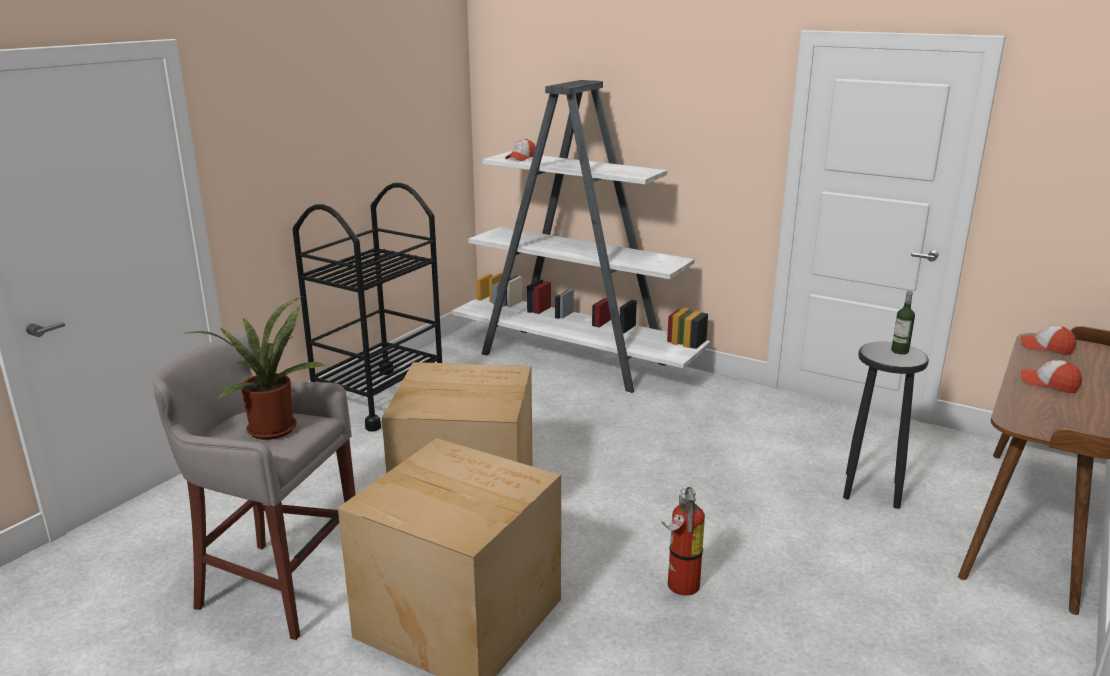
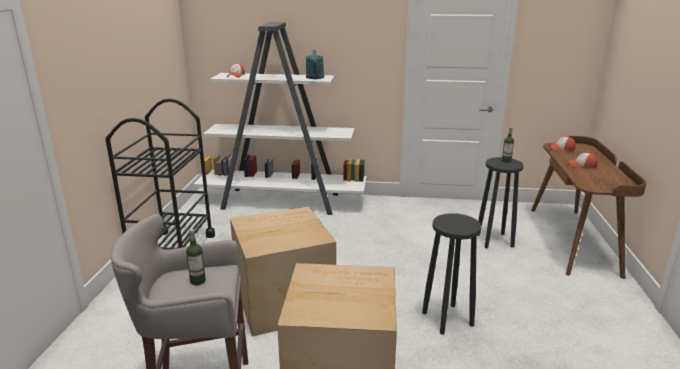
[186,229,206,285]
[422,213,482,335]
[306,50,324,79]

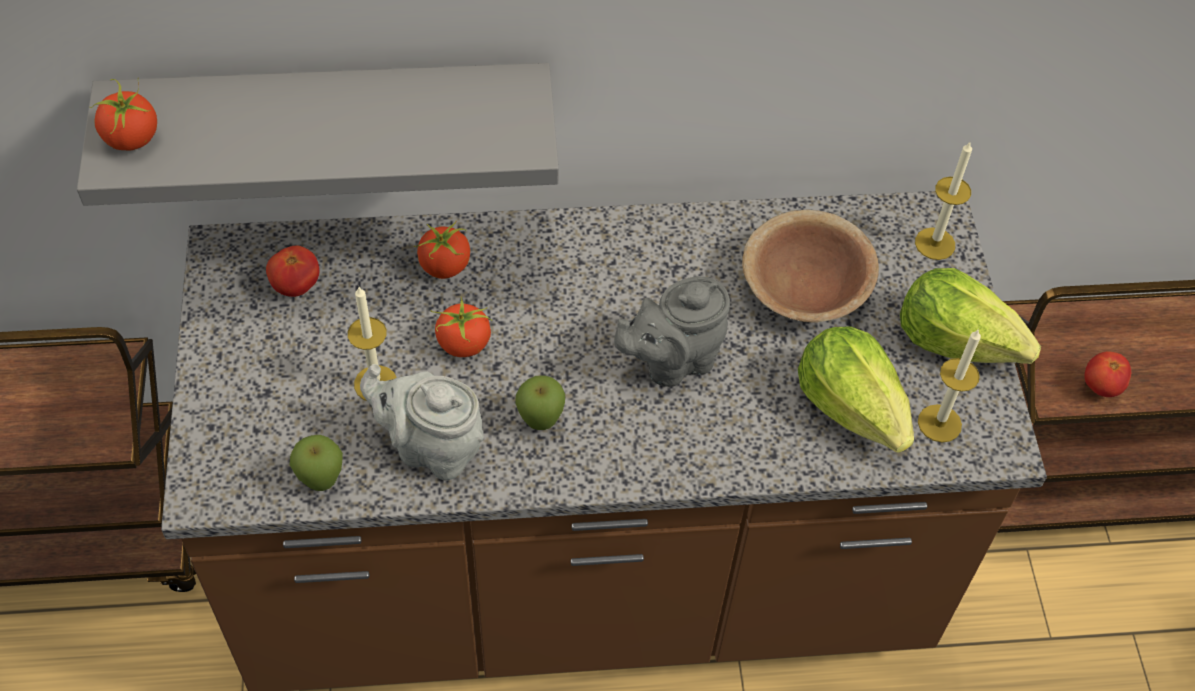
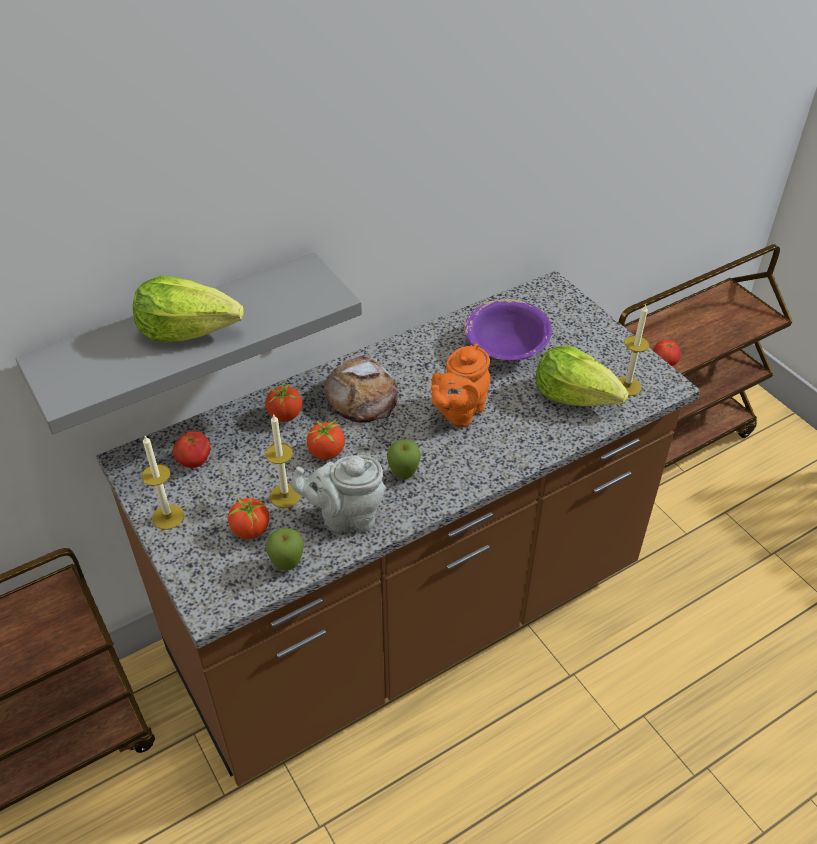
[227,488,269,539]
[142,436,184,530]
[464,299,552,361]
[133,276,244,342]
[431,344,490,428]
[324,354,399,423]

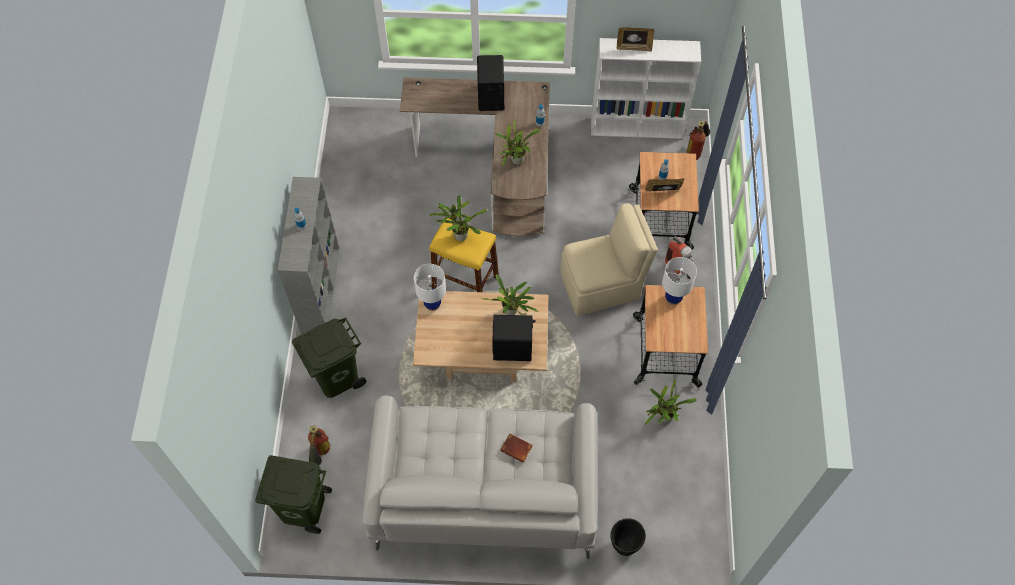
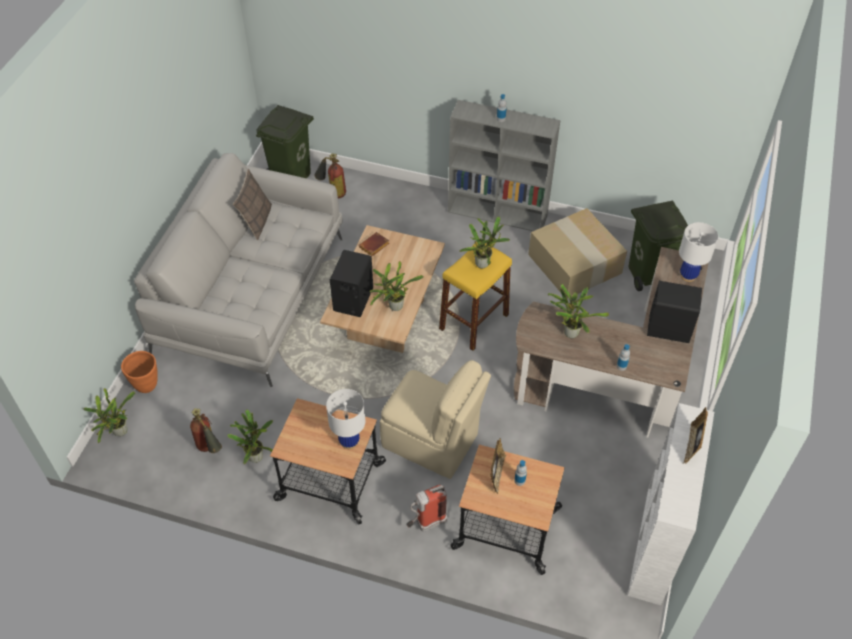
[190,408,222,453]
[380,360,491,479]
[679,222,718,282]
[628,201,688,291]
[359,232,389,256]
[121,351,158,393]
[233,169,272,240]
[528,208,627,299]
[83,388,135,443]

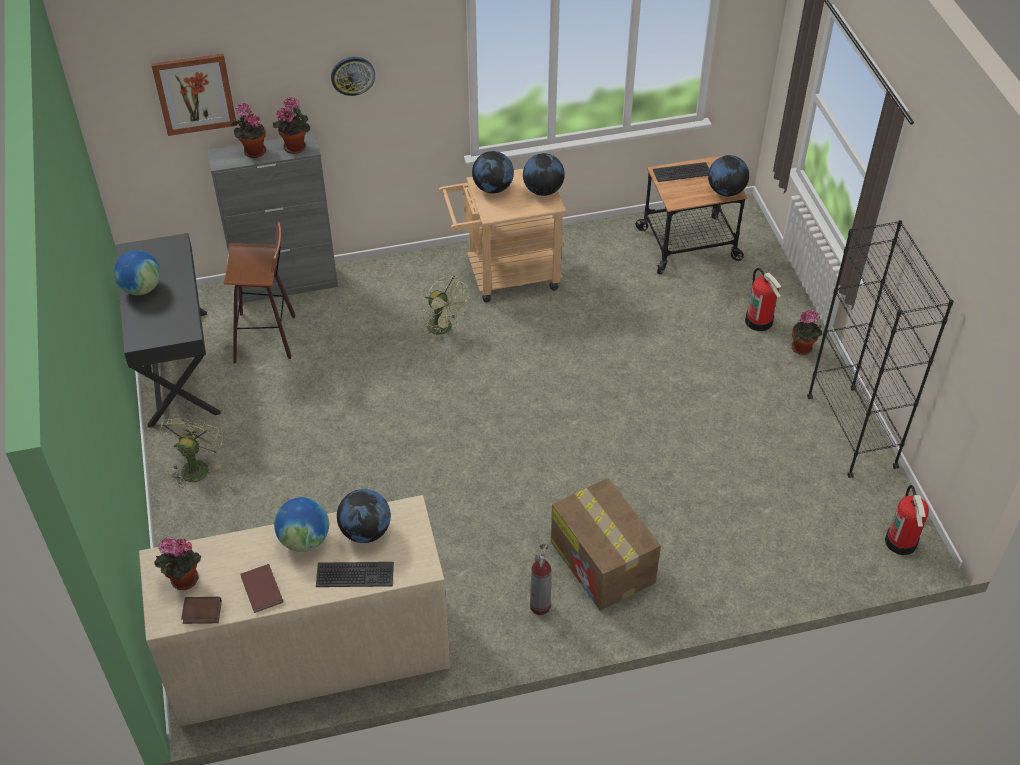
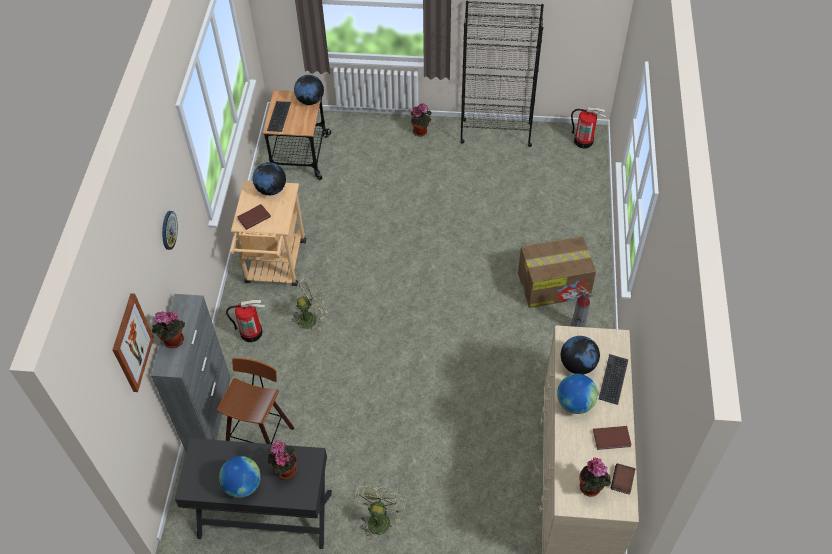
[268,440,297,480]
[237,204,271,230]
[226,300,265,342]
[354,485,406,540]

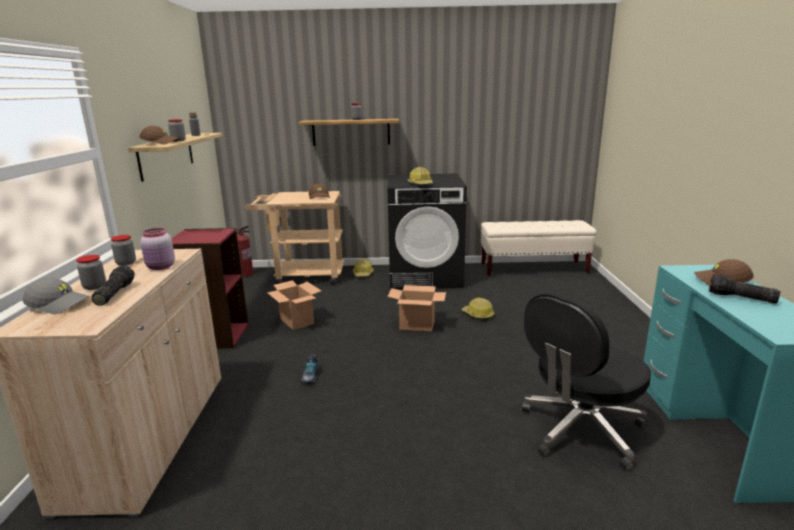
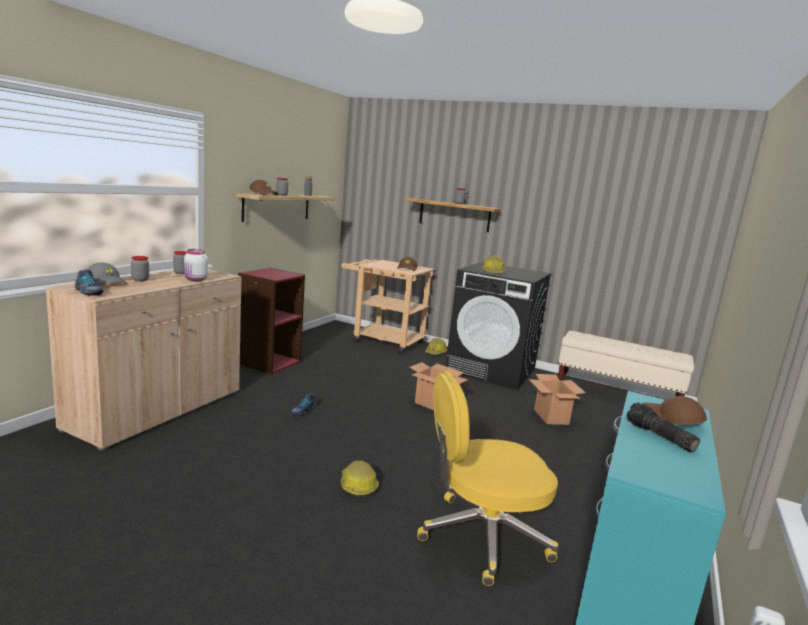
[237,226,253,277] (first image)
[184,249,208,281]
[91,265,135,306] (first image)
[529,374,586,425]
[417,371,559,586]
[341,460,379,497]
[75,269,104,296]

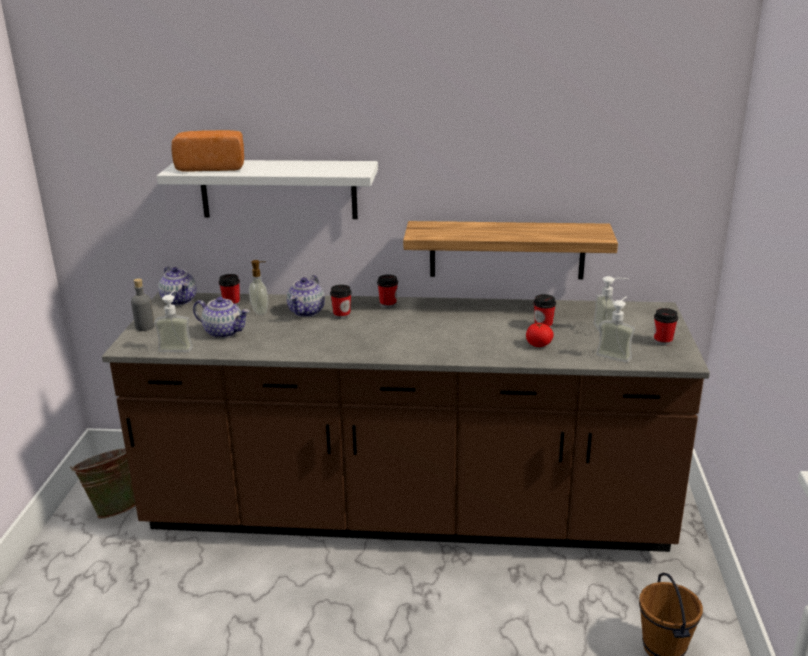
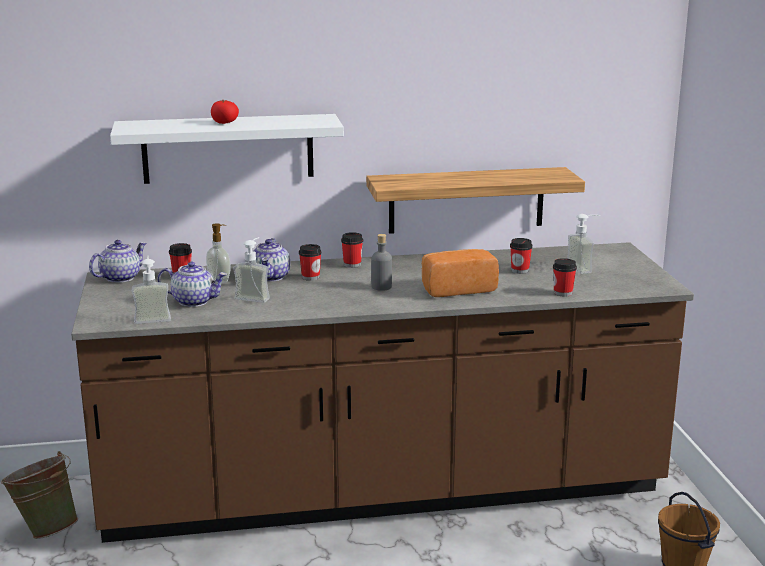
[422,249,499,297]
[89,240,147,283]
[371,234,392,291]
[233,237,270,303]
[553,258,577,297]
[211,100,239,124]

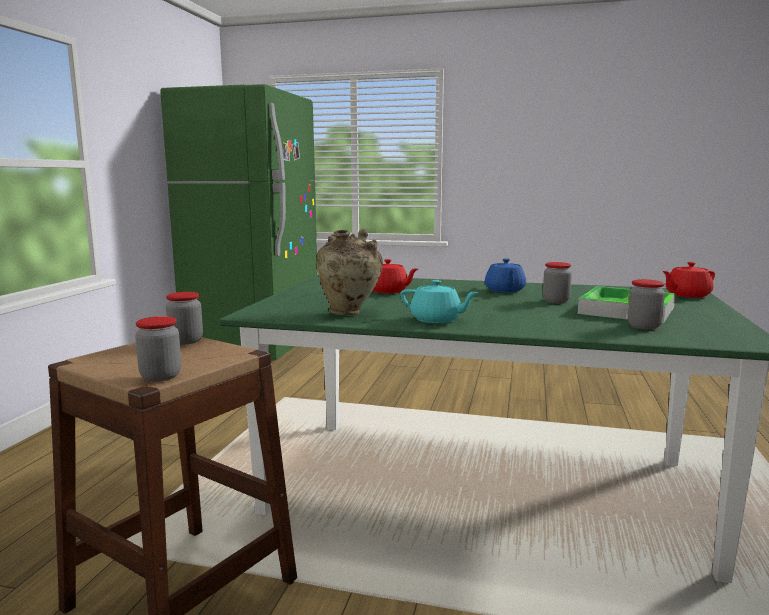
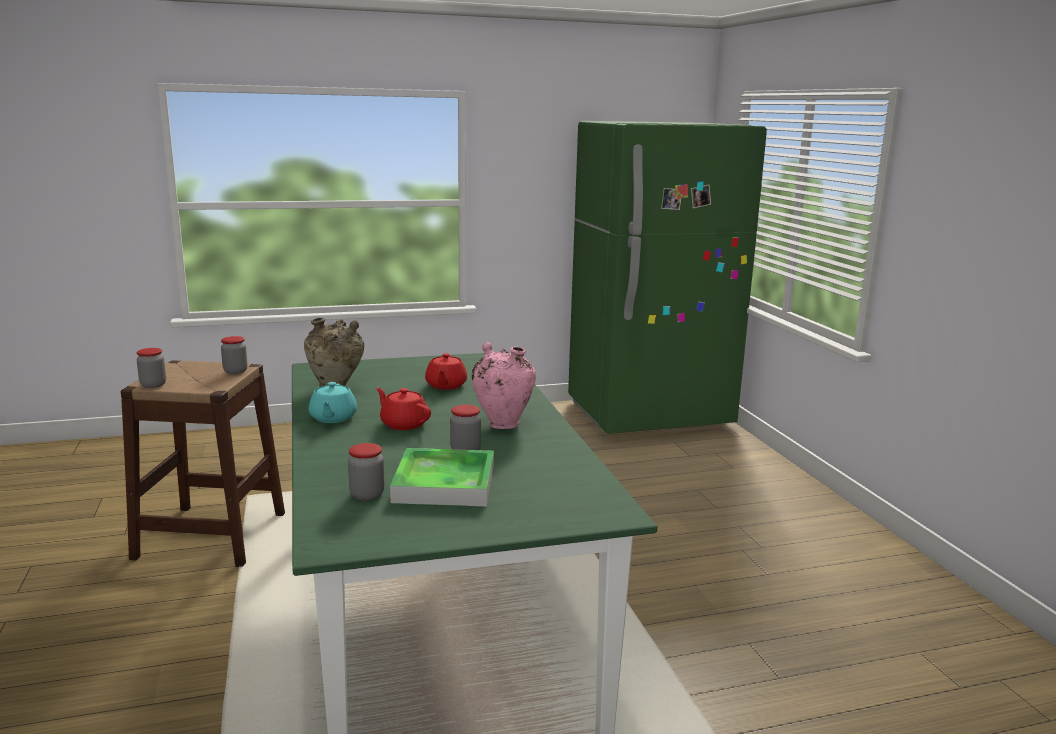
[472,342,536,429]
[376,388,431,430]

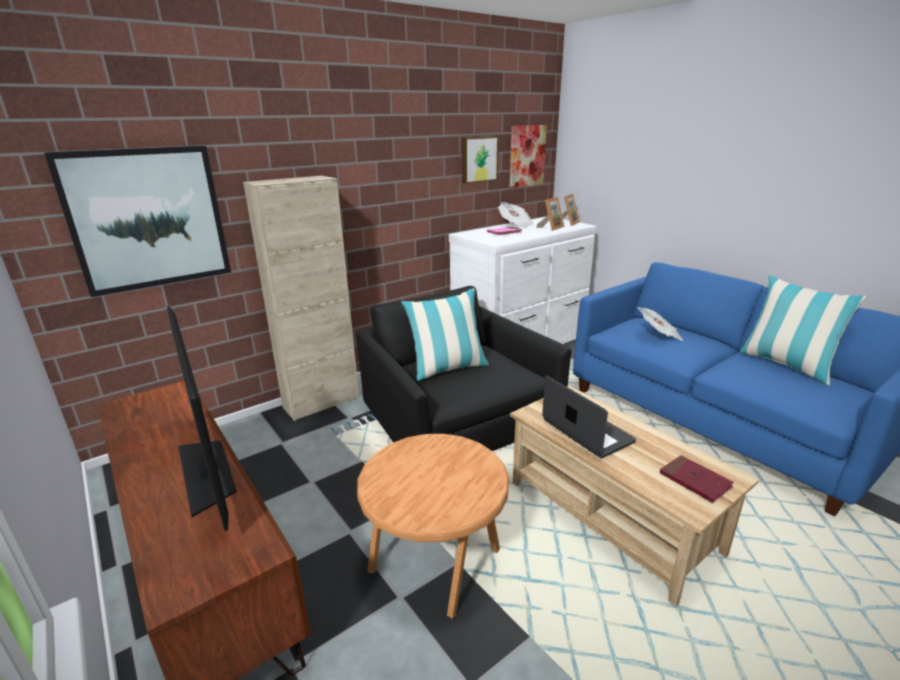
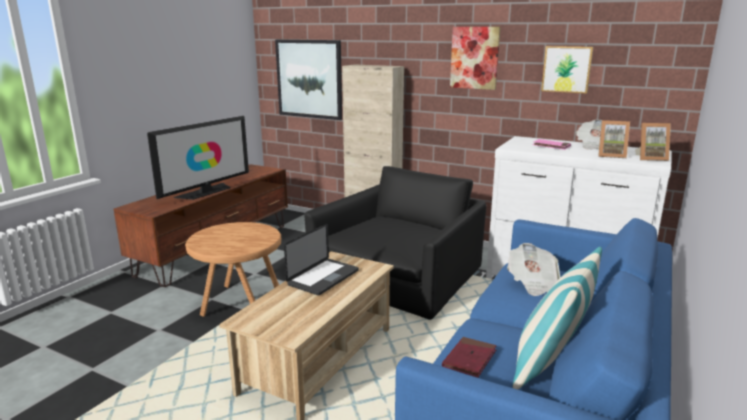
[450,27,501,90]
[401,288,489,381] (first image)
[442,337,497,378]

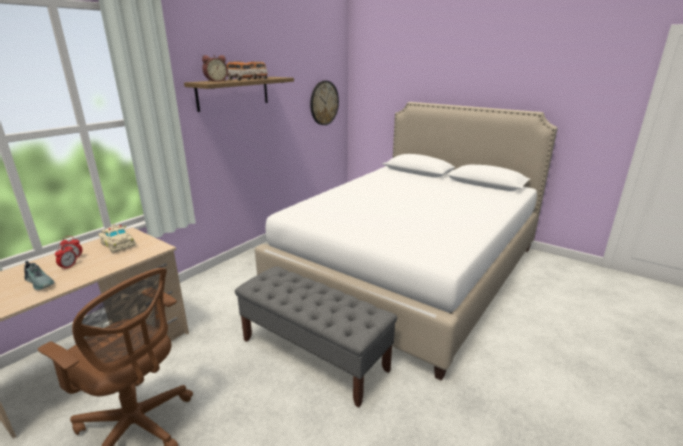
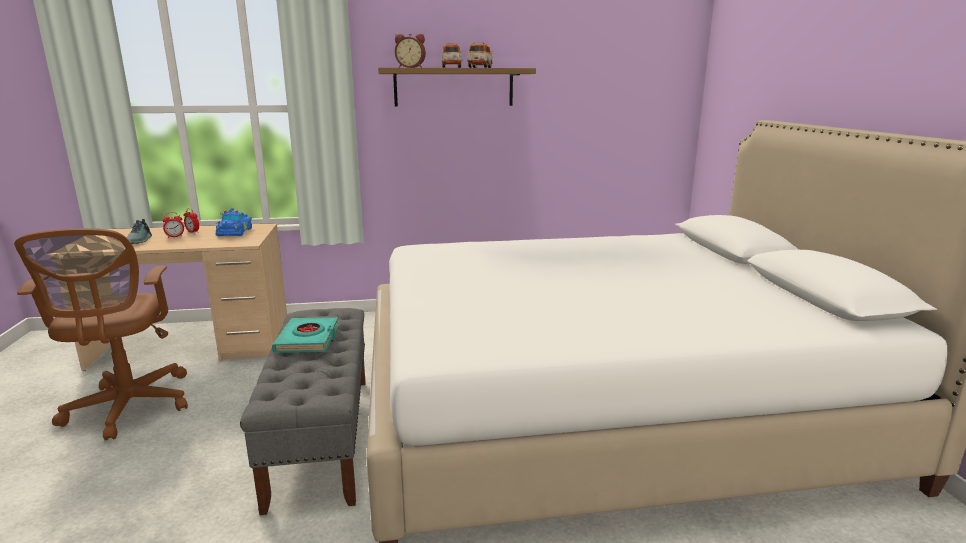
[310,81,339,125] (first image)
[216,209,252,236]
[272,317,339,353]

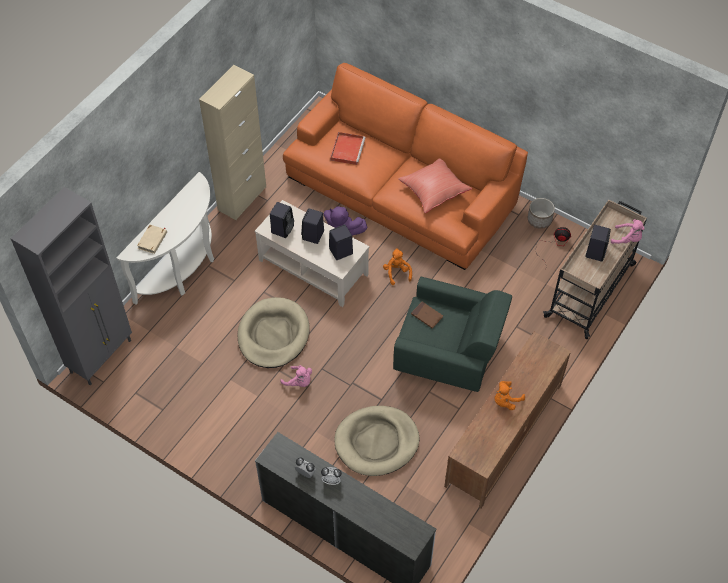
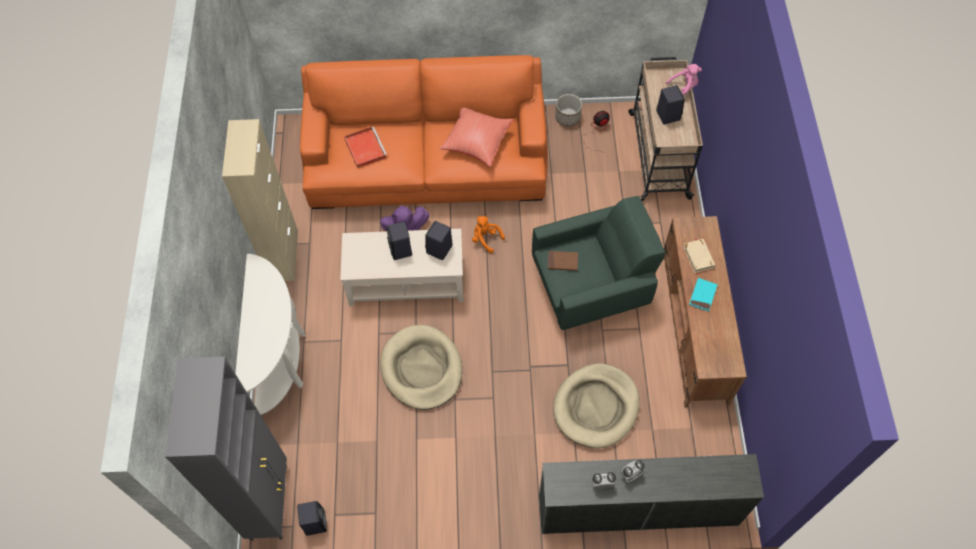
[297,501,327,536]
[683,238,715,273]
[280,365,312,387] (first image)
[689,278,717,312]

